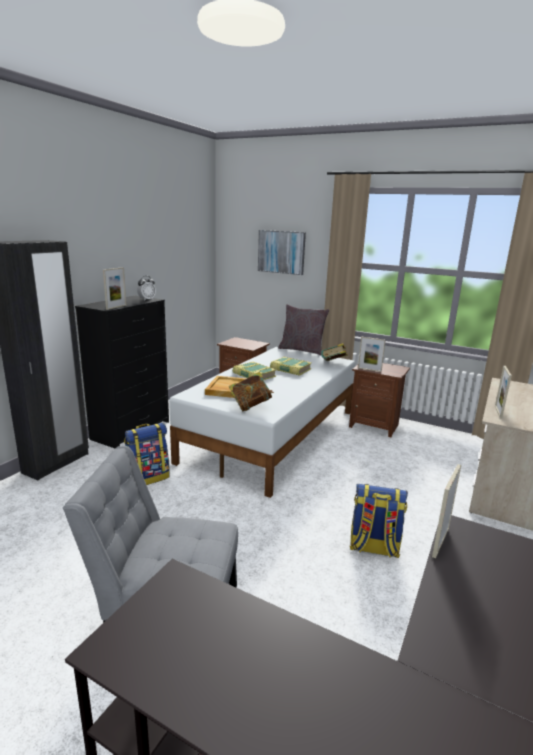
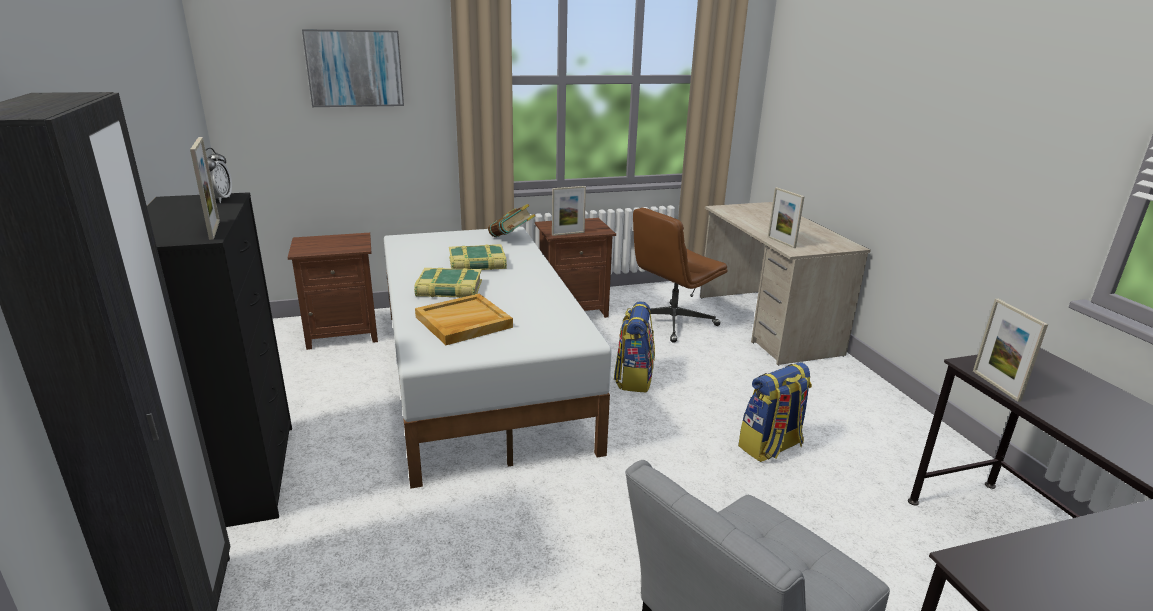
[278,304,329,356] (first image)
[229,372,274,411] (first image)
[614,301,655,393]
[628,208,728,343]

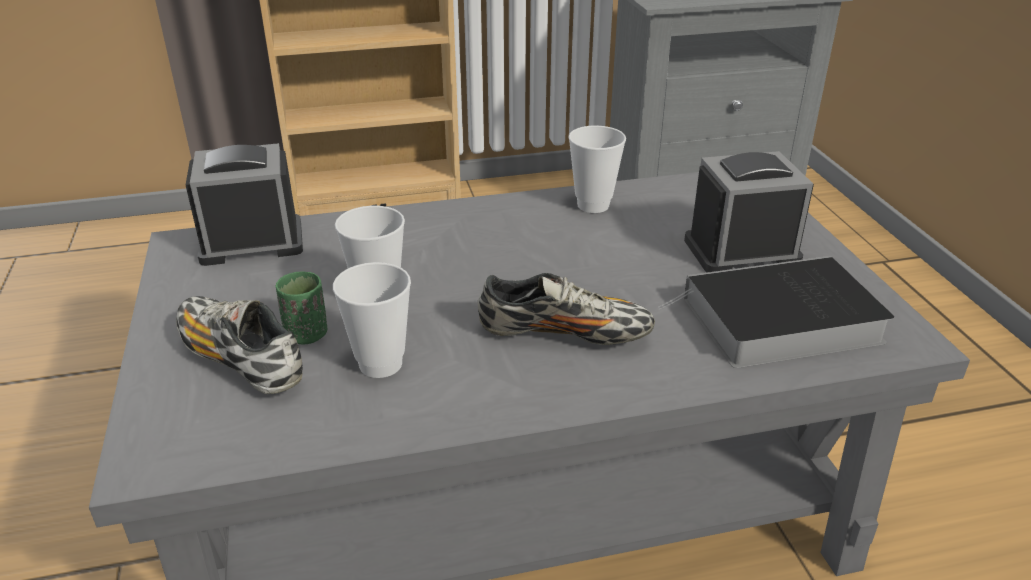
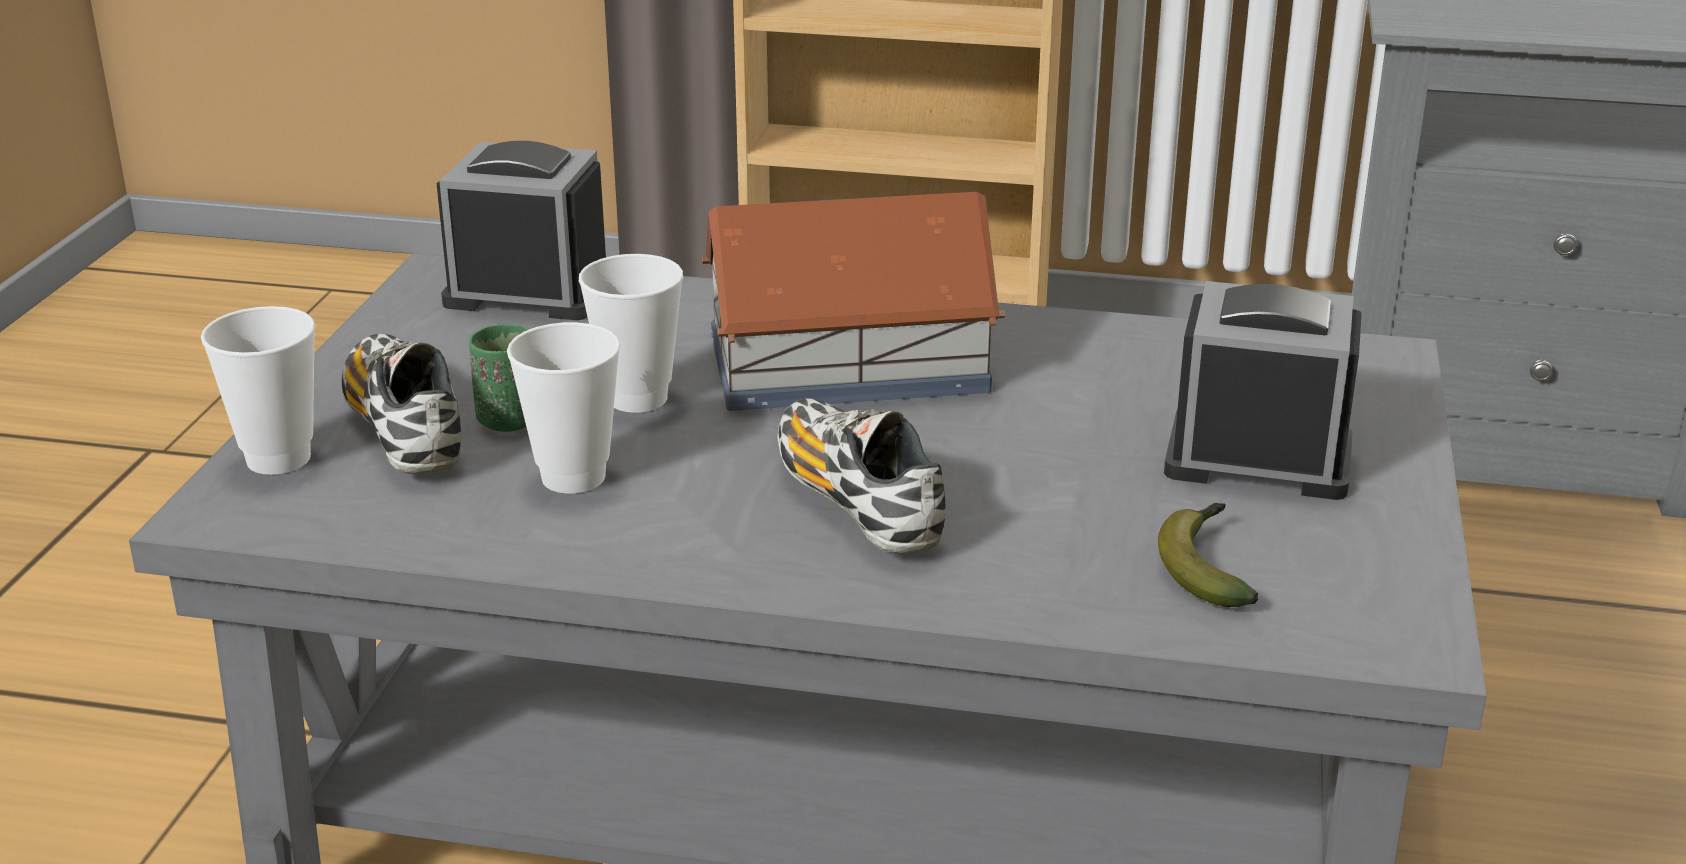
[201,306,316,475]
[1158,503,1258,607]
[777,398,946,553]
[702,192,1005,411]

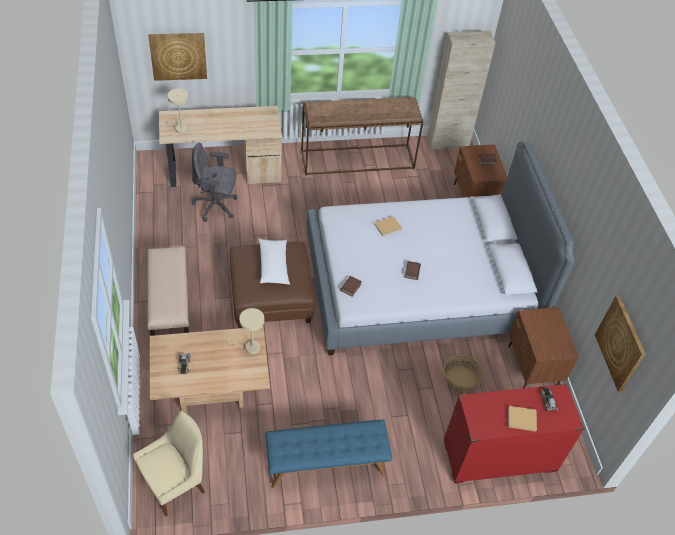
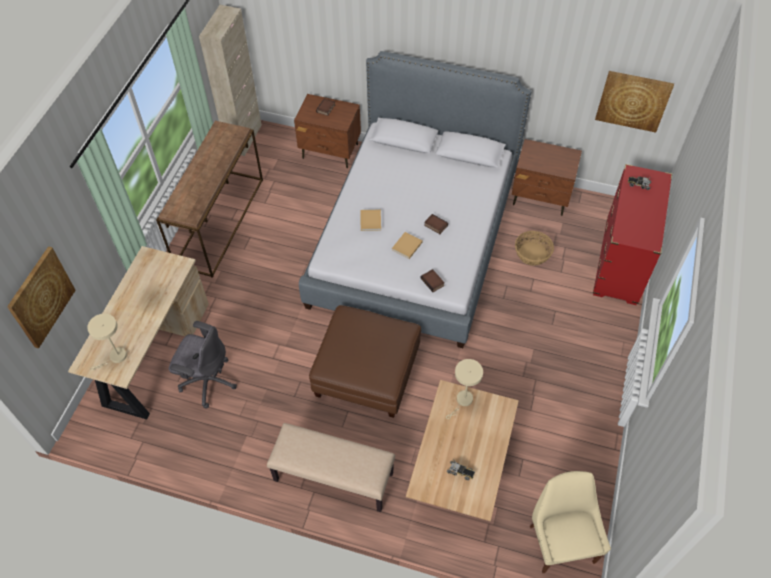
[169,321,237,409]
[258,238,290,285] (first image)
[392,232,423,259]
[265,419,392,488] (first image)

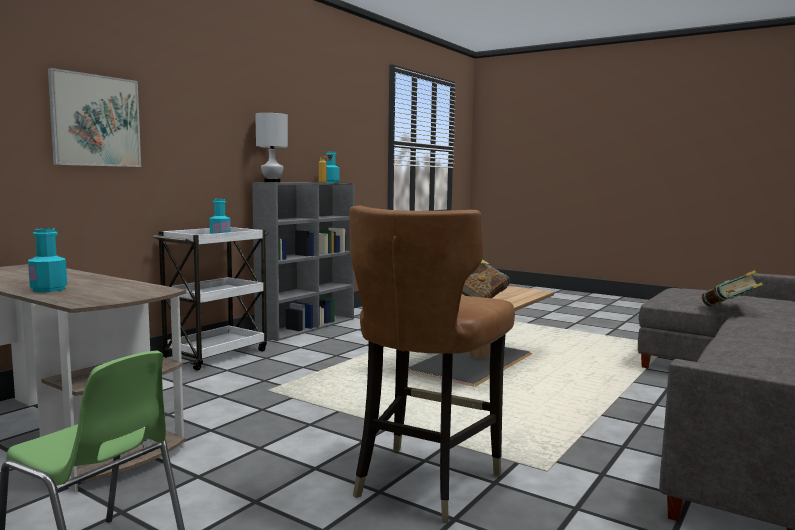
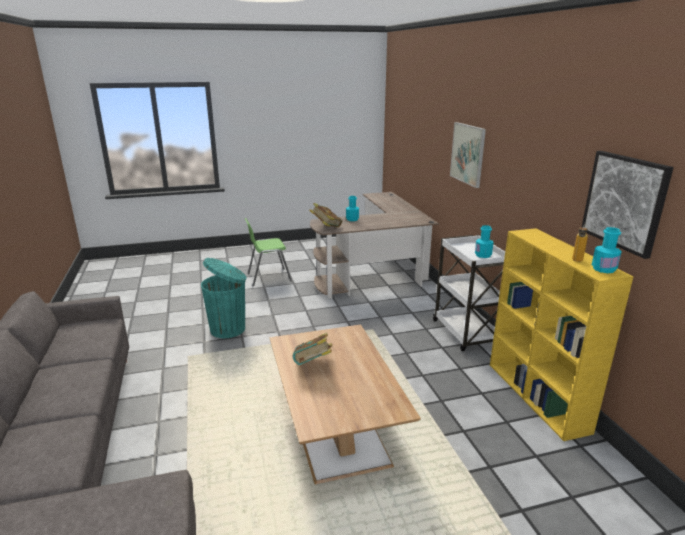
[255,113,288,182] (first image)
[490,228,634,441]
[201,258,247,338]
[309,203,342,227]
[582,151,674,259]

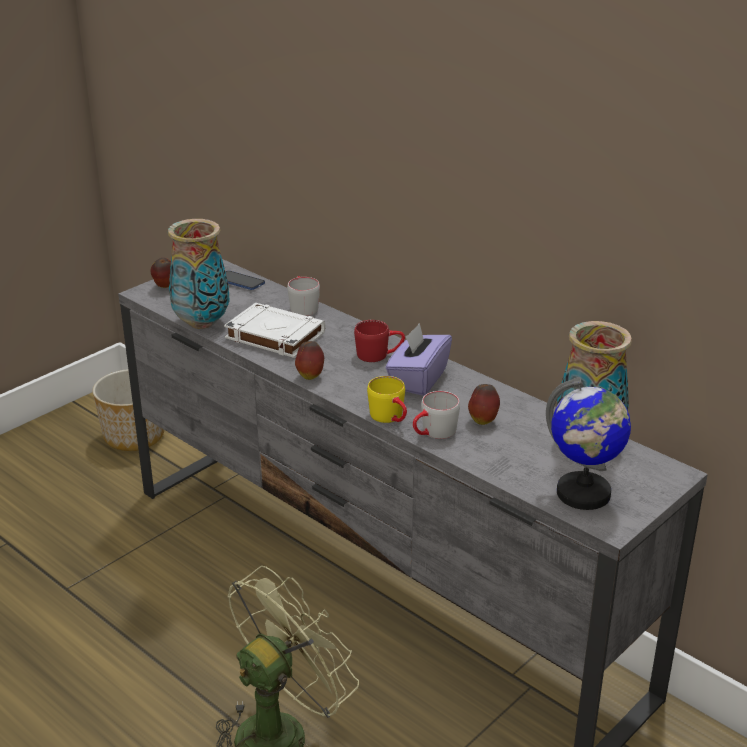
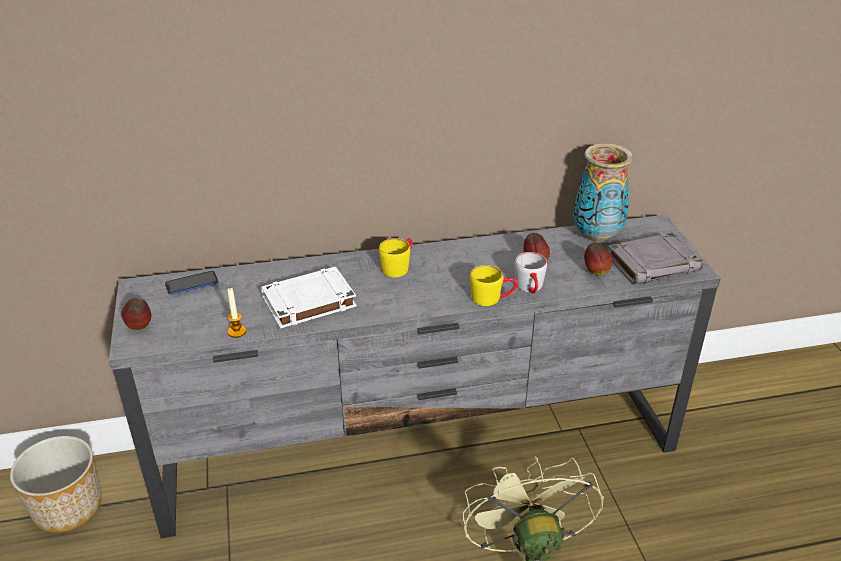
[227,288,246,338]
[287,276,320,316] (first image)
[379,238,412,278]
[386,323,452,396] (first image)
[584,243,612,276]
[609,232,703,285]

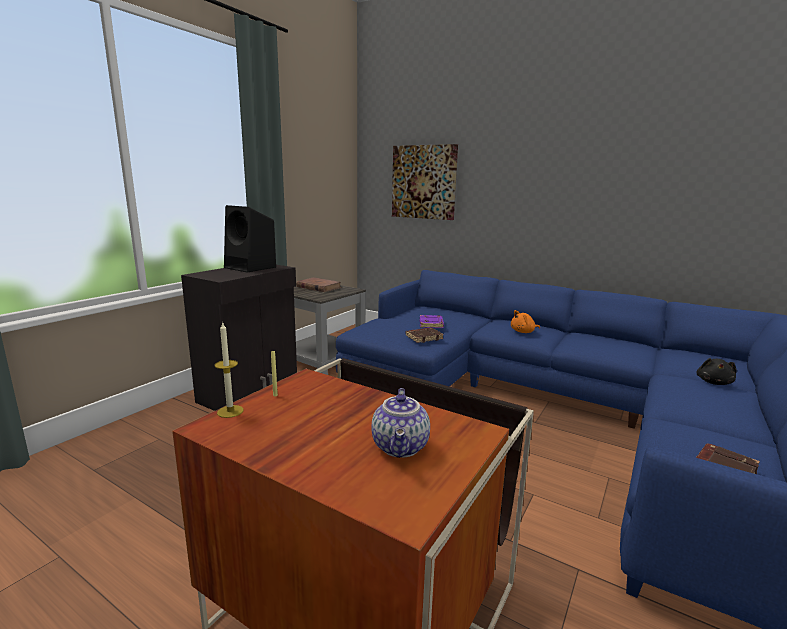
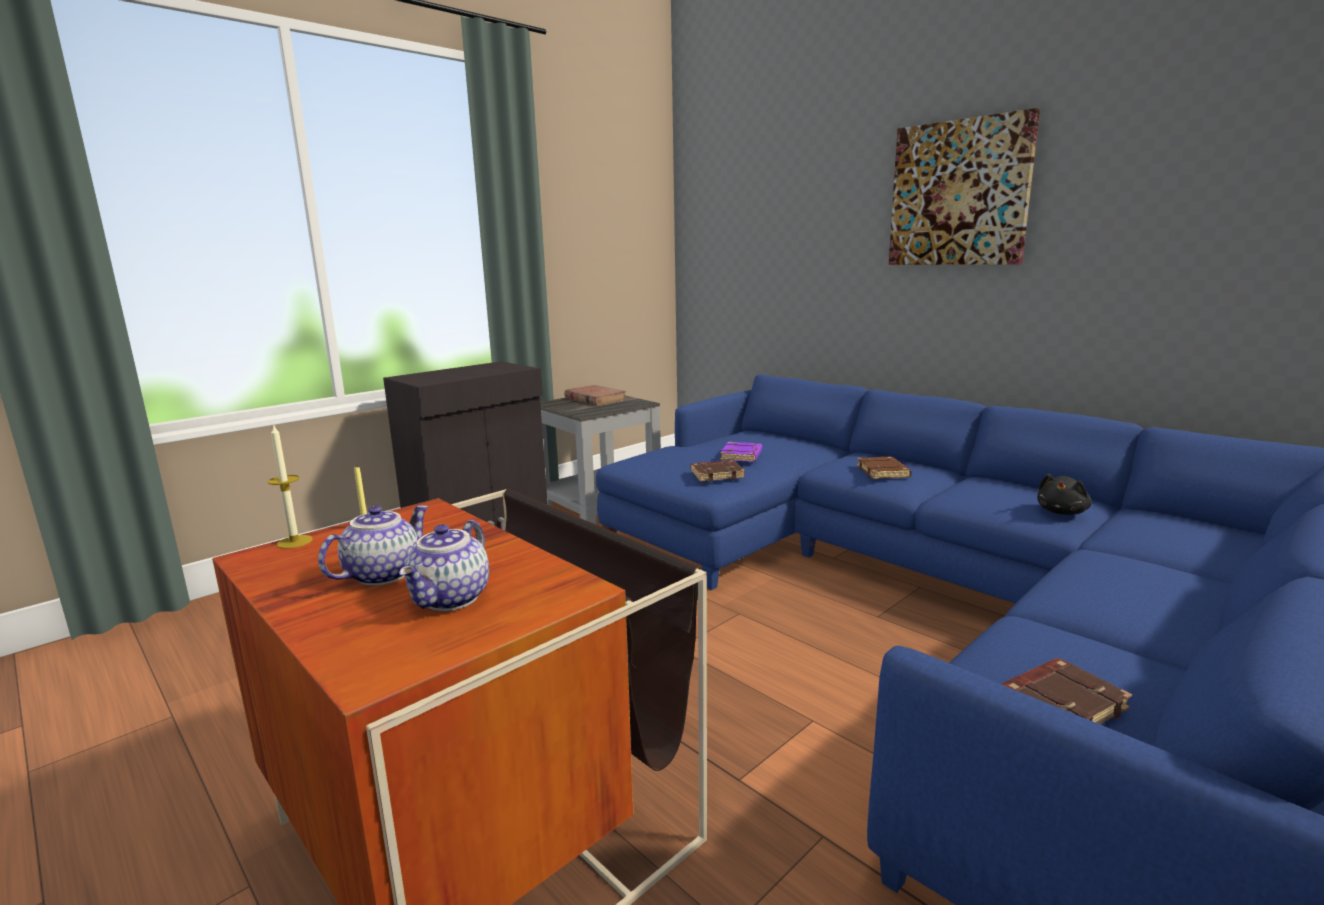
[889,108,1040,265]
[224,205,276,272] (first image)
[857,457,912,479]
[1037,474,1092,515]
[318,505,429,586]

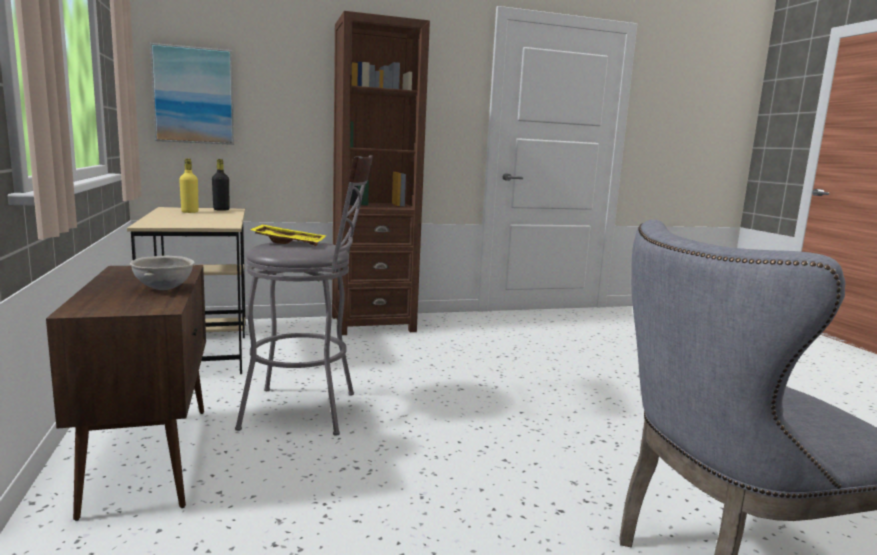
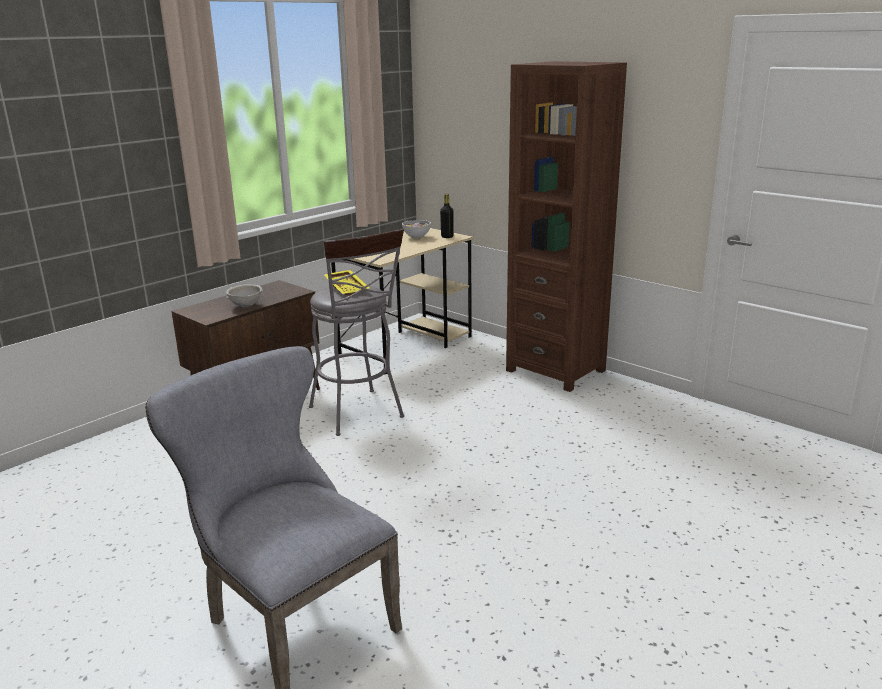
[150,43,234,145] (first image)
[402,220,431,238]

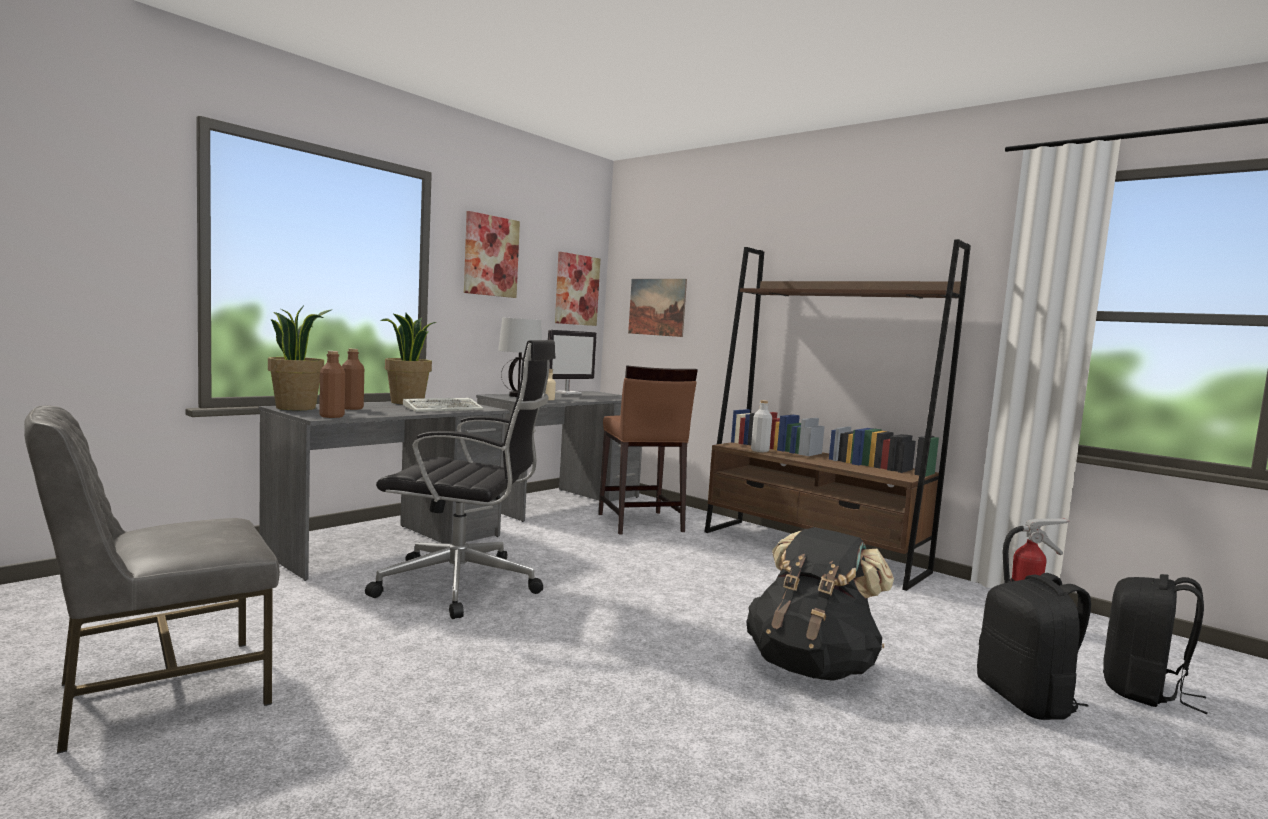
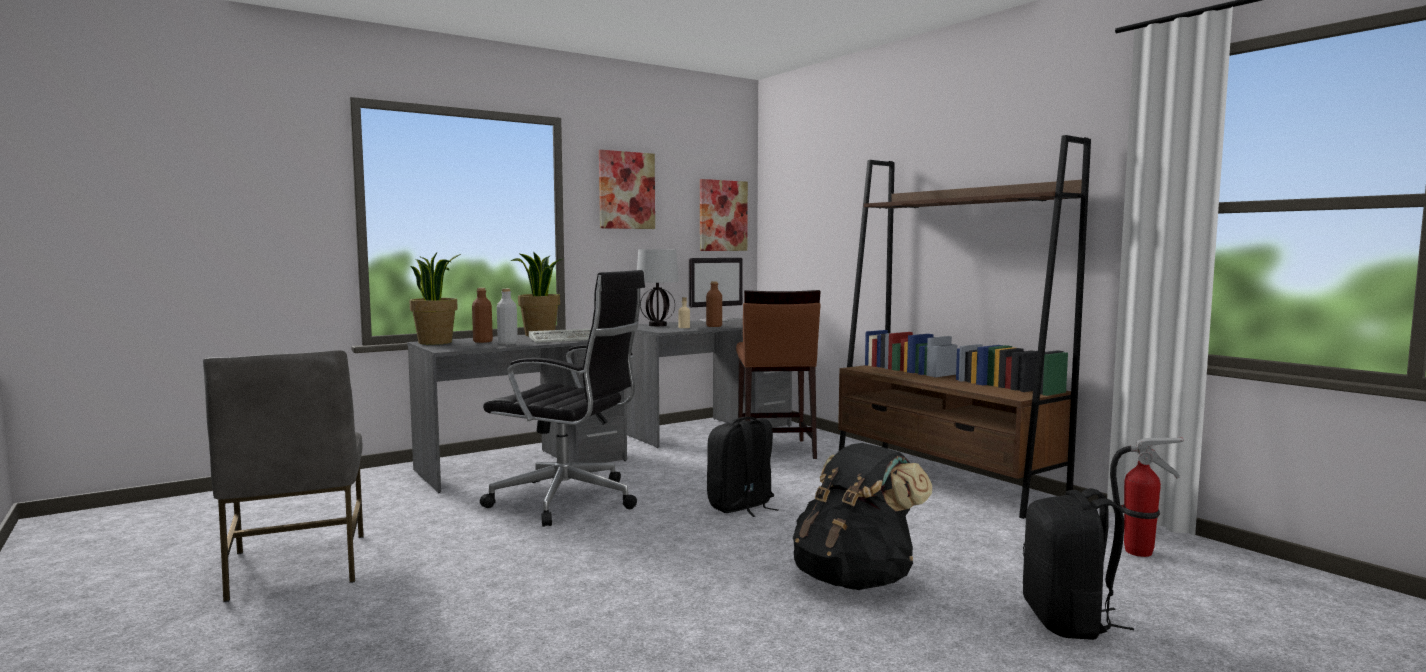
[628,279,687,337] (first image)
[706,281,722,327]
[497,289,518,345]
[203,350,364,602]
[707,417,778,517]

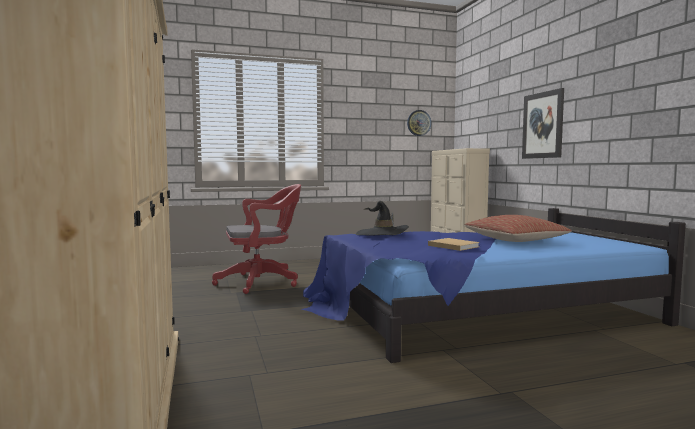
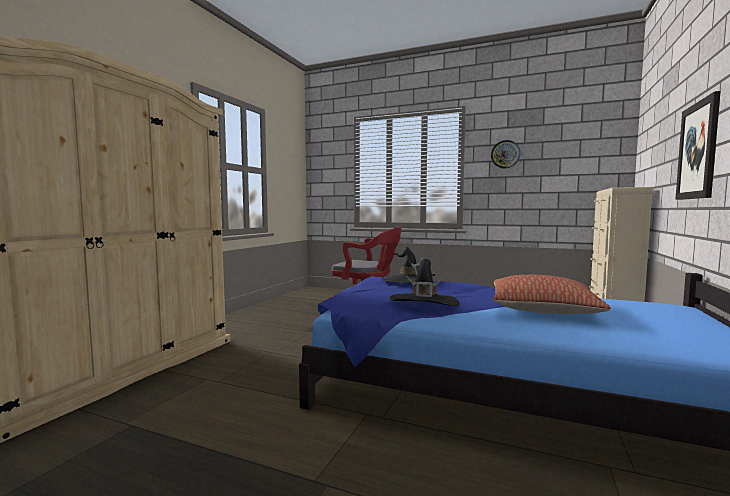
[491,140,520,169]
[389,259,460,306]

